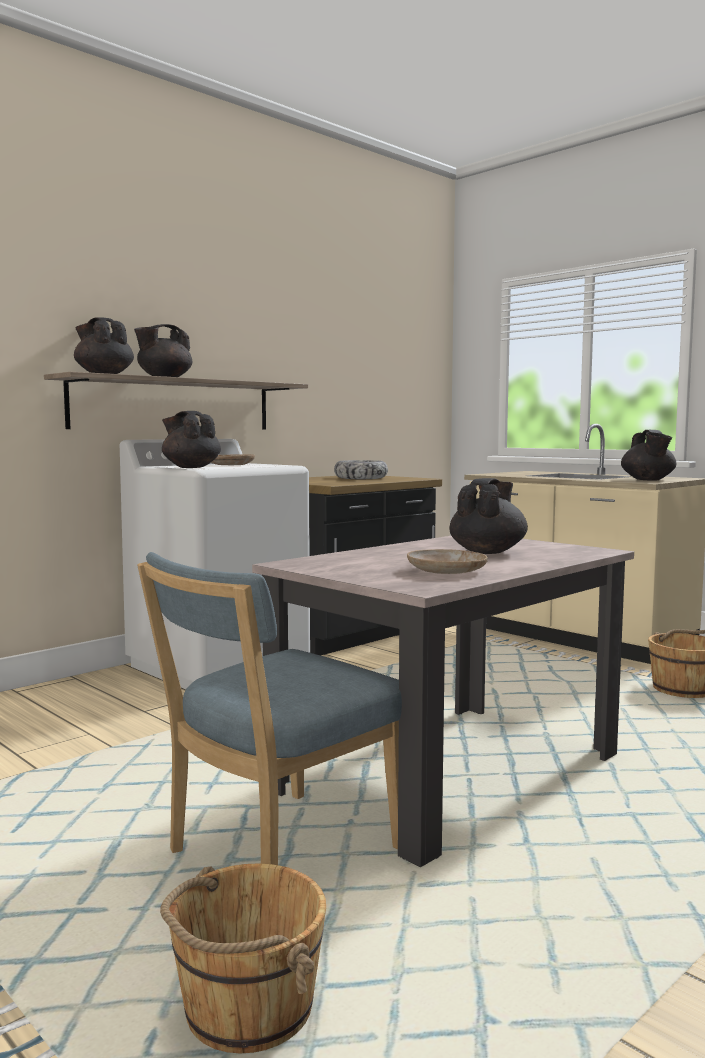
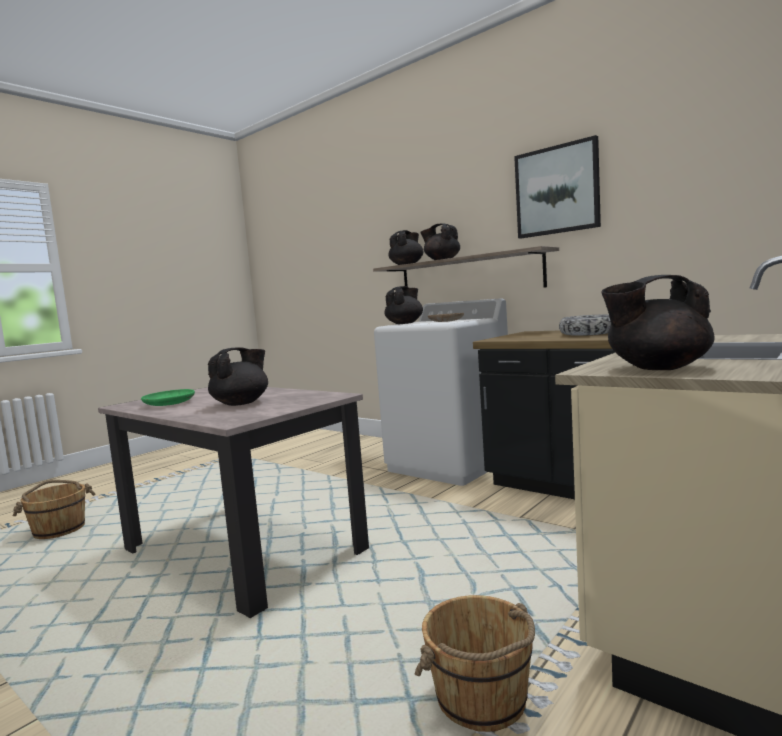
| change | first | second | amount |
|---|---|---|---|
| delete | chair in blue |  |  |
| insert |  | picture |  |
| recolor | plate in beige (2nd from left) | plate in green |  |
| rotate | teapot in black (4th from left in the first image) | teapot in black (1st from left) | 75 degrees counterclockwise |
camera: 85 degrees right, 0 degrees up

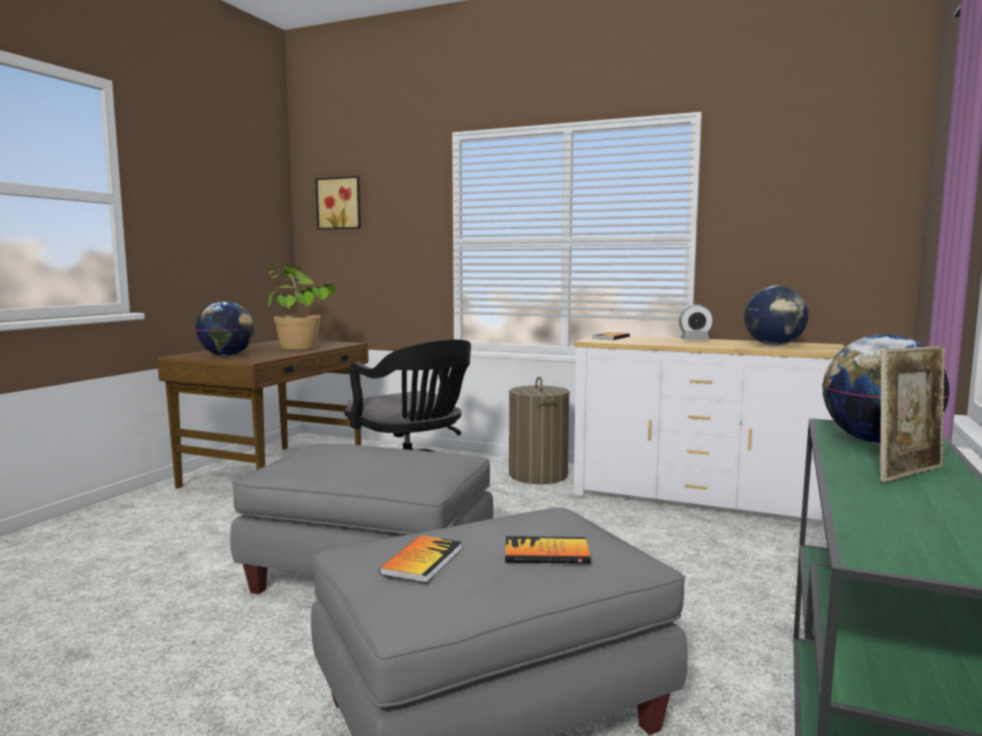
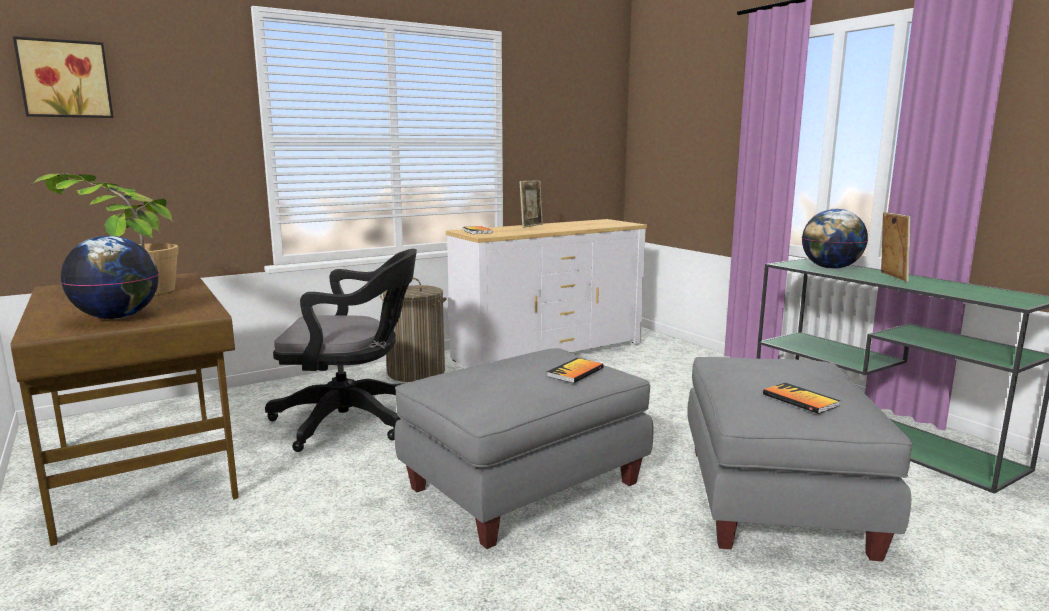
| change | first | second | amount |
|---|---|---|---|
| delete | globe (2nd from left) |  |  |
| move | book (2nd from left) |  |  |
| replace | alarm clock | picture frame (1st from left) |  |
camera: 55 degrees left, 5 degrees up

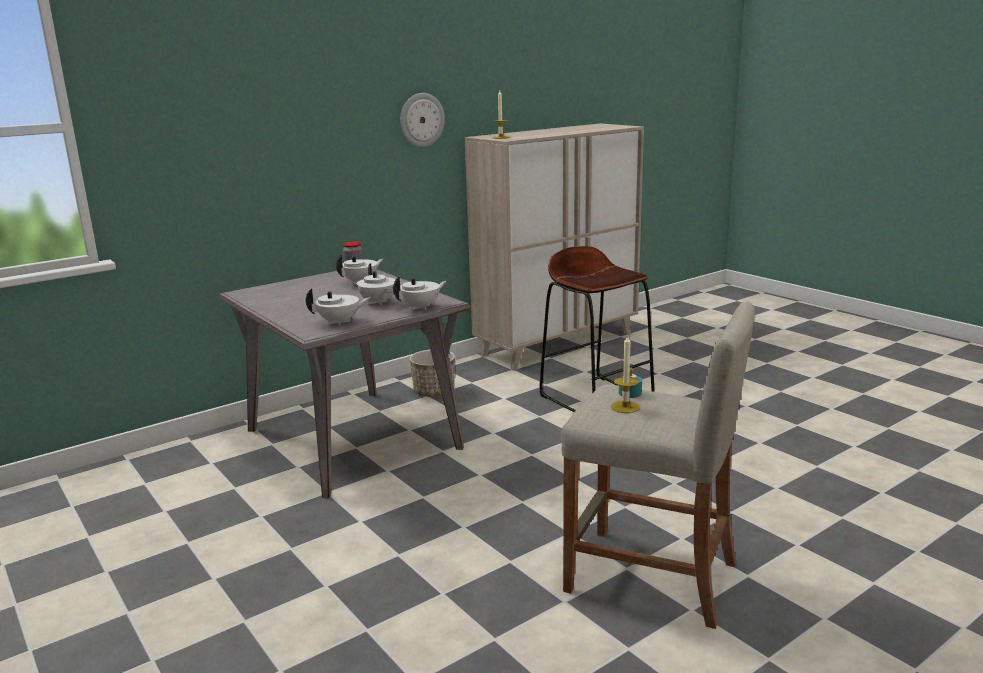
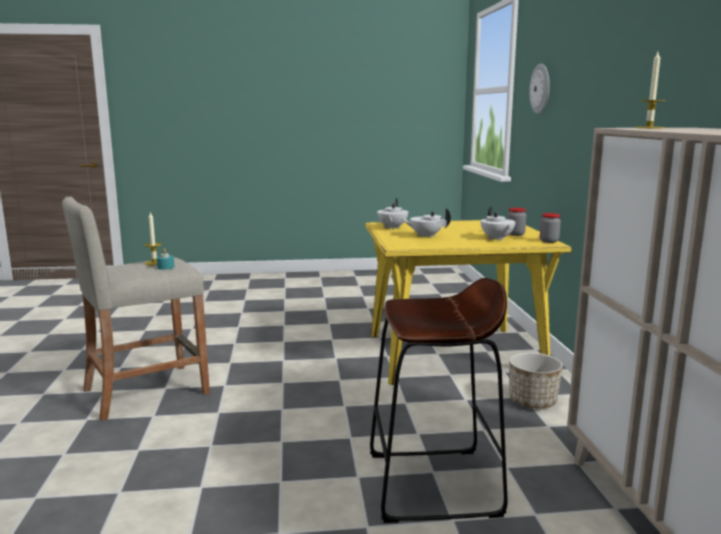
| change | first | second | amount |
|---|---|---|---|
| delete | teapot in white (4th from left) |  |  |
| insert |  | jar (1st from left) |  |
| move | wall clock |  |  |
| recolor | dining table in grey | dining table in yellow |  |
camera: 120 degrees right, 5 degrees down

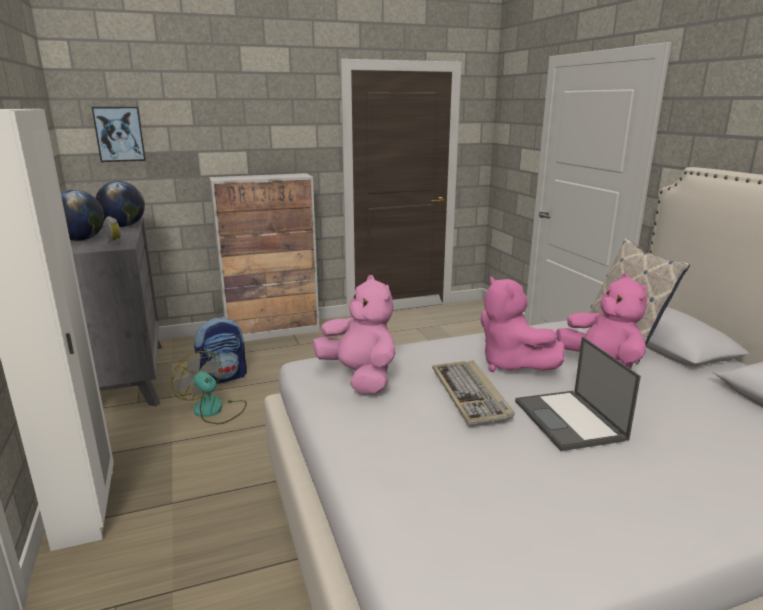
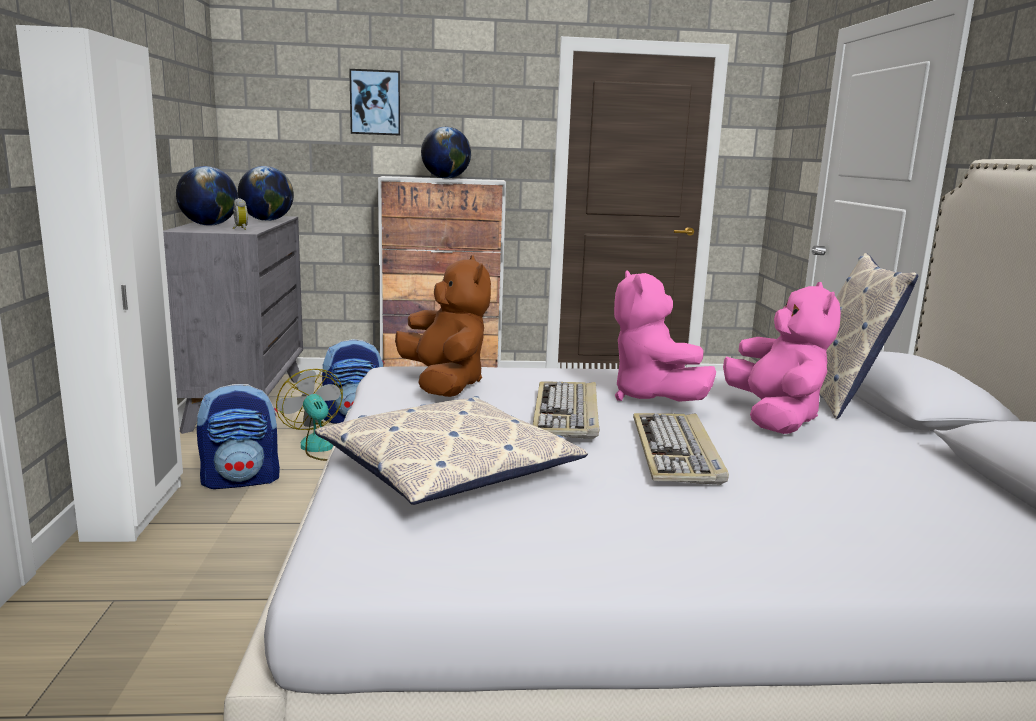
| change | first | second | amount |
|---|---|---|---|
| insert |  | backpack (1st from left) |  |
| insert |  | pillow (1st from left) |  |
| insert |  | globe (3rd from left) |  |
| move | picture |  |  |
| replace | laptop | keyboard (2nd from left) |  |
| recolor | plush toy in pink (1st from left) | plush toy in brown |  |
camera: 15 degrees right, 5 degrees down

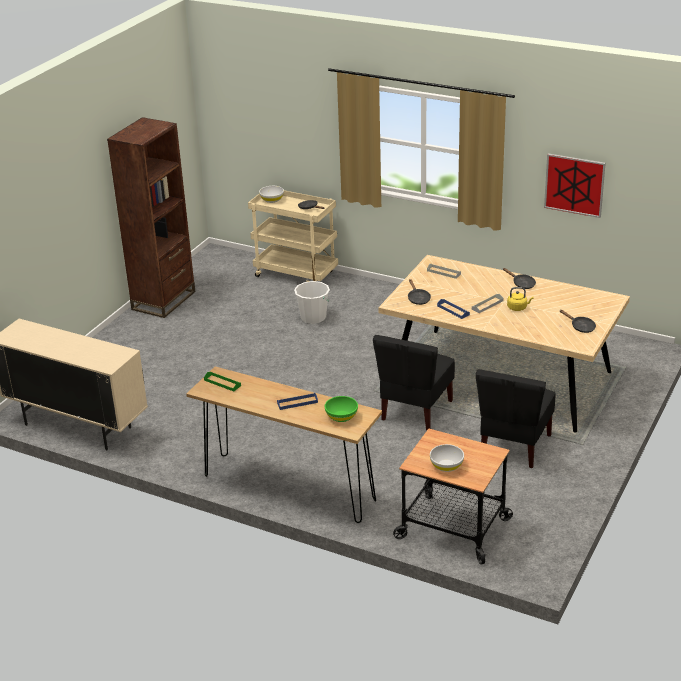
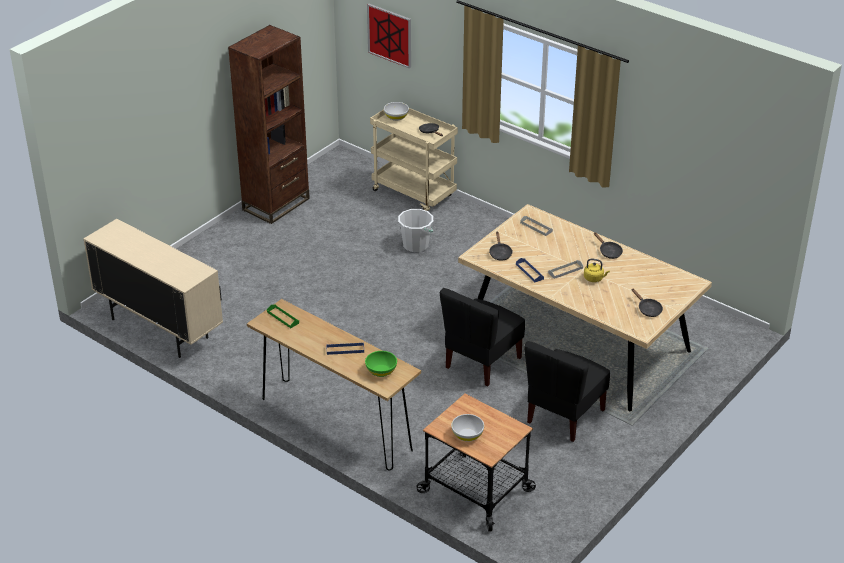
| change | first | second | amount |
|---|---|---|---|
| move | picture |  |  |
camera: 10 degrees right, 5 degrees up

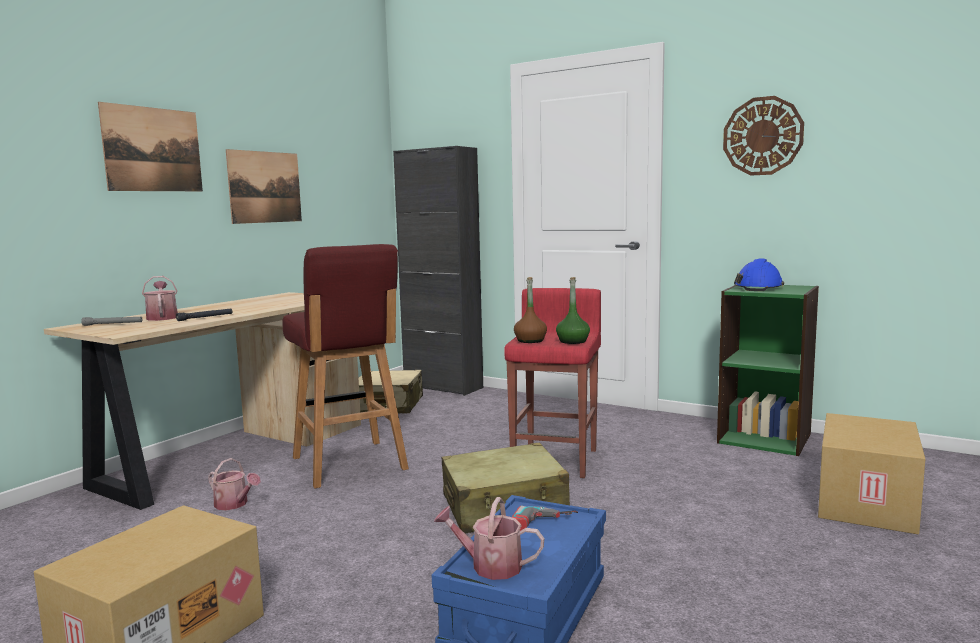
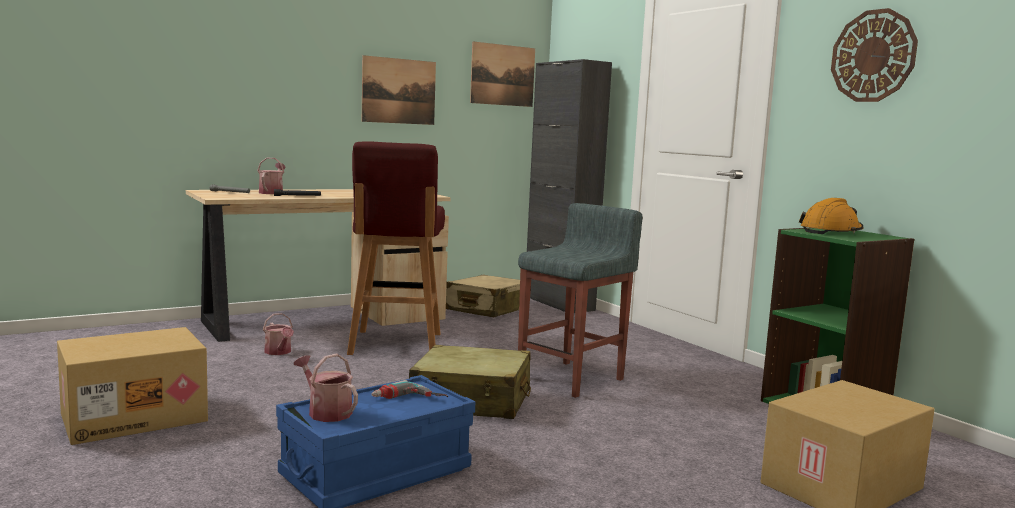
| change | first | second | amount |
|---|---|---|---|
| delete | bottle in brown |  |  |
| delete | bottle in green |  |  |
| move | picture (1st from left in the first image) | picture (2nd from left) |  |
| recolor | stool in red (2nd from left) | stool in grey |  |
| recolor | hard hat in blue | hard hat in orange |  |
camera: 25 degrees right, 0 degrees up

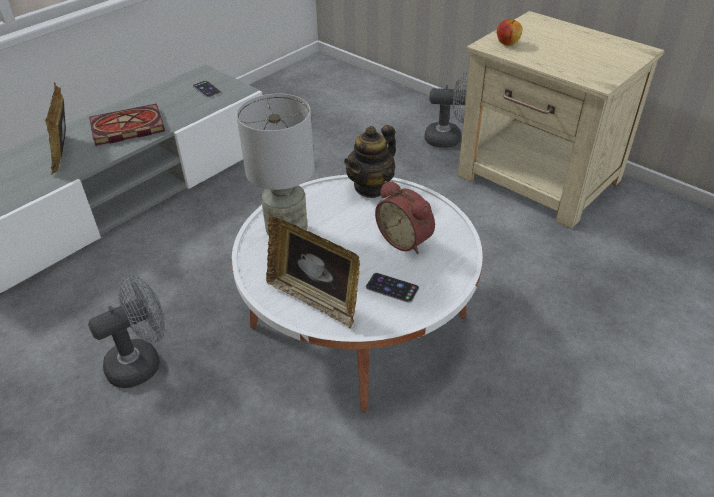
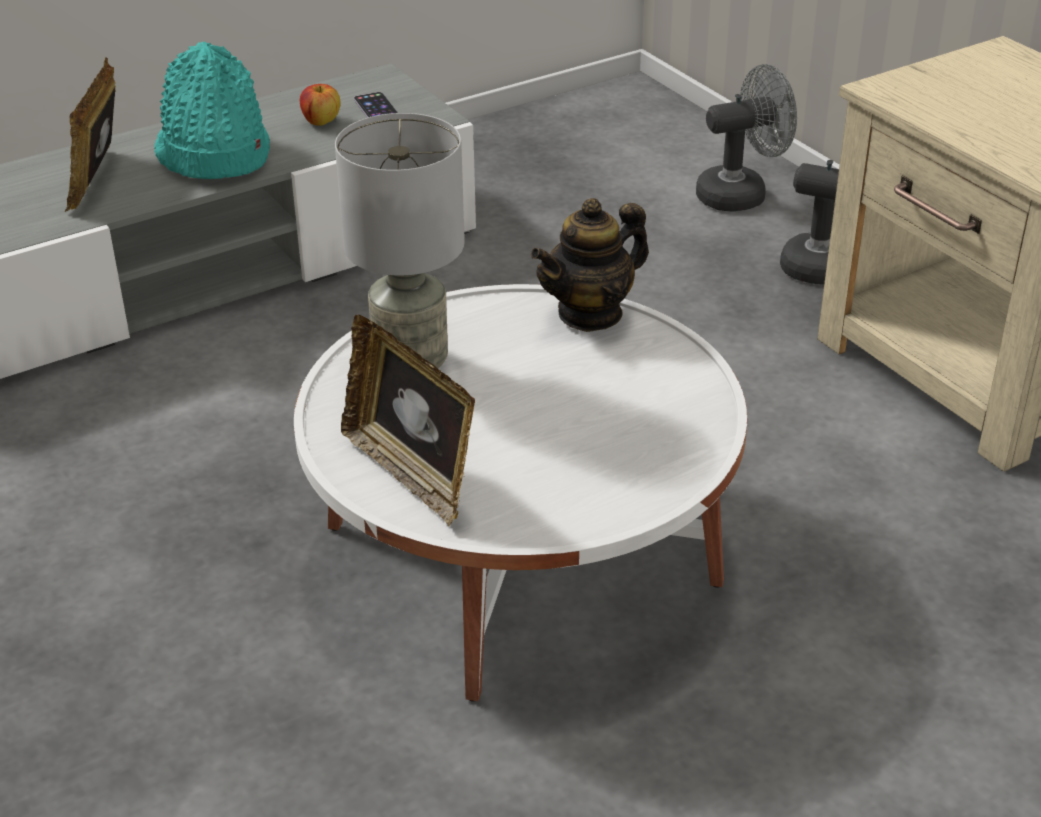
| change | first | second | amount |
|---|---|---|---|
| delete | phone (2nd from left) |  |  |
| delete | alarm clock |  |  |
| move | fan in grey (1st from left) |  |  |
| move | apple |  |  |
| replace | book | hat in turquoise |  |
camera: 15 degrees right, 5 degrees down

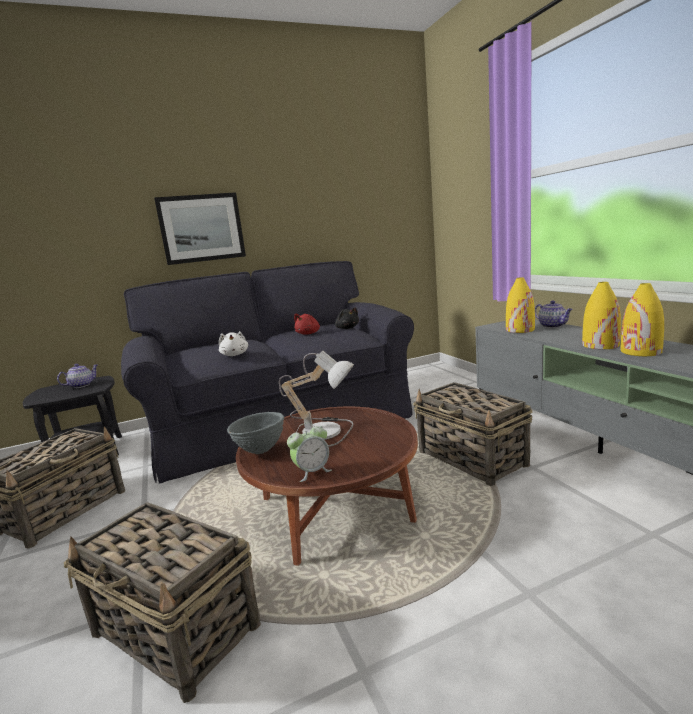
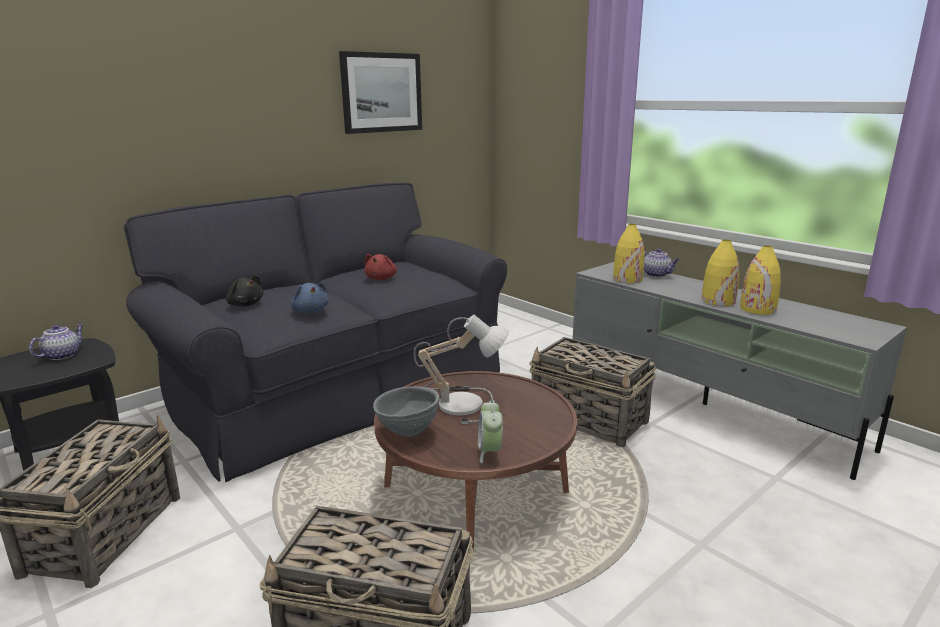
| change | first | second | amount |
|---|---|---|---|
| move | picture |  |  |
| move | plush toy in black |  |  |
| recolor | plush toy in white | plush toy in blue |  |
| rotate | alarm clock |  | 135 degrees clockwise |
camera: 20 degrees left, 5 degrees up

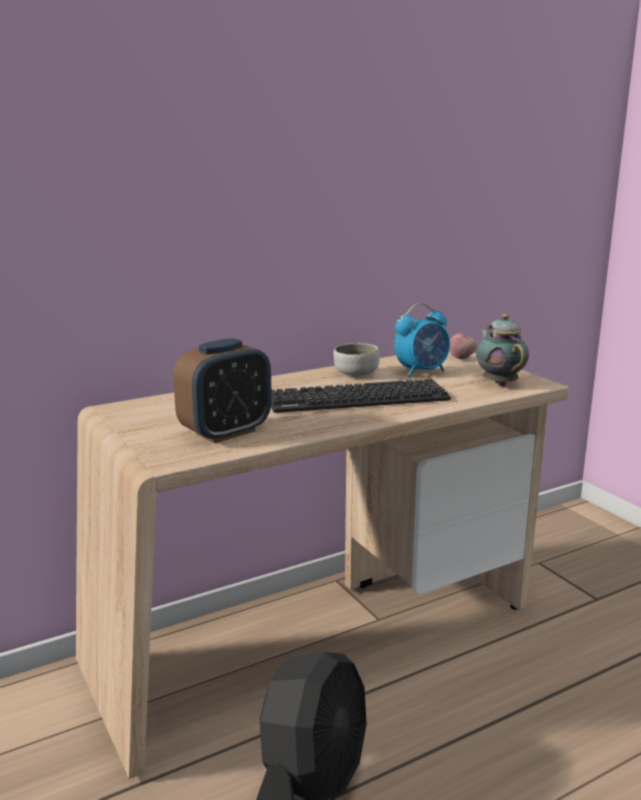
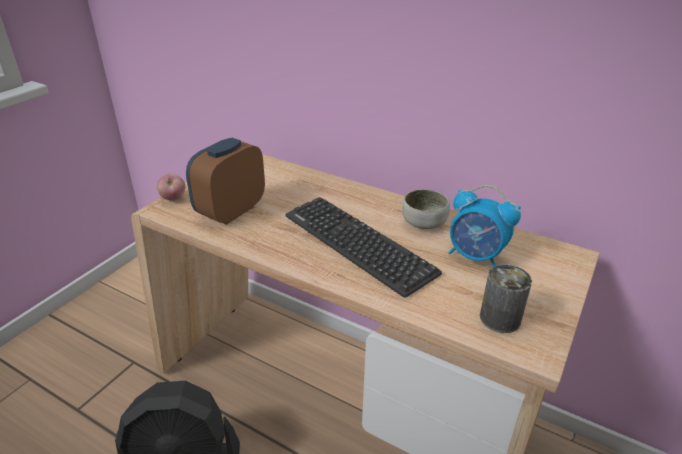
| change | first | second | amount |
|---|---|---|---|
| move | apple |  |  |
| replace | teapot | can |  |
| rotate | alarm clock (1st from left) |  | 105 degrees clockwise |
camera: 60 degrees right, 15 degrees up

